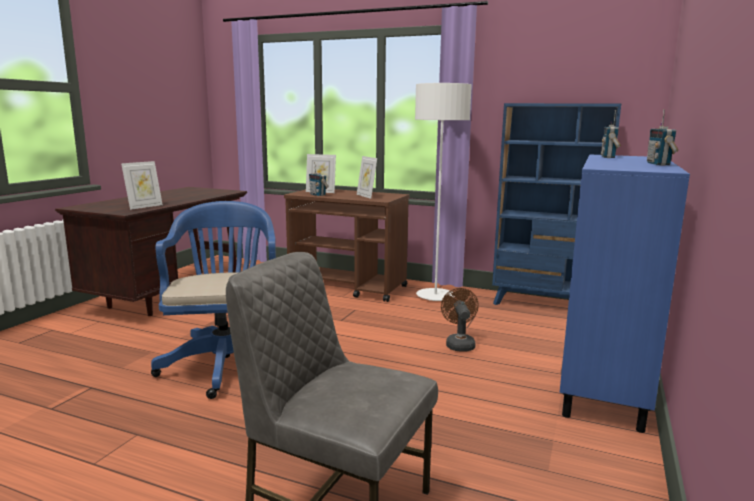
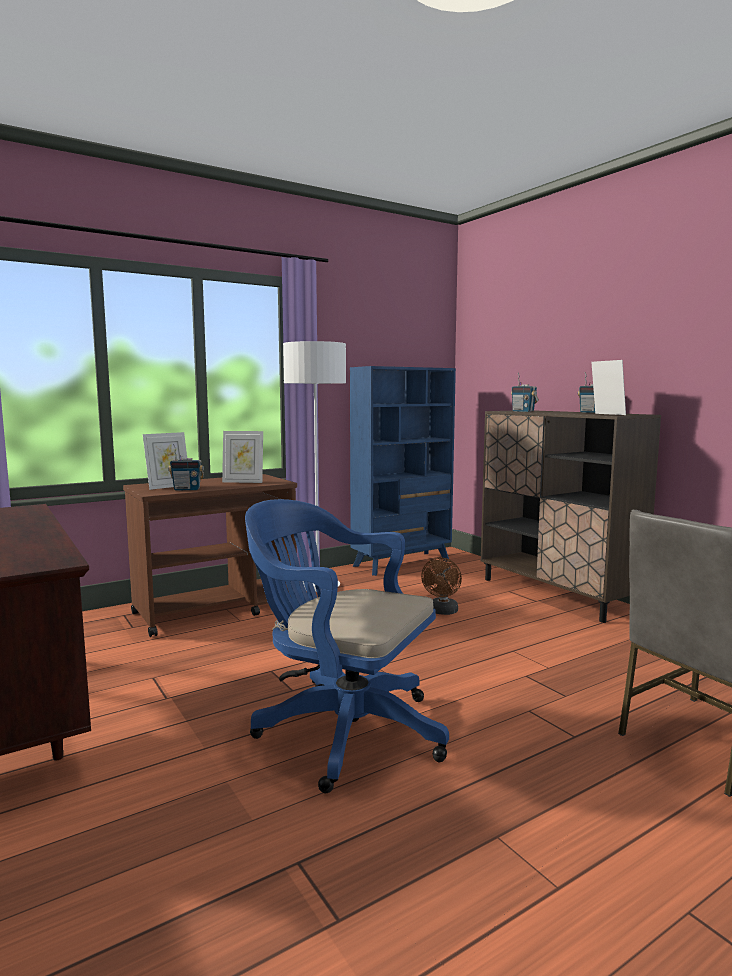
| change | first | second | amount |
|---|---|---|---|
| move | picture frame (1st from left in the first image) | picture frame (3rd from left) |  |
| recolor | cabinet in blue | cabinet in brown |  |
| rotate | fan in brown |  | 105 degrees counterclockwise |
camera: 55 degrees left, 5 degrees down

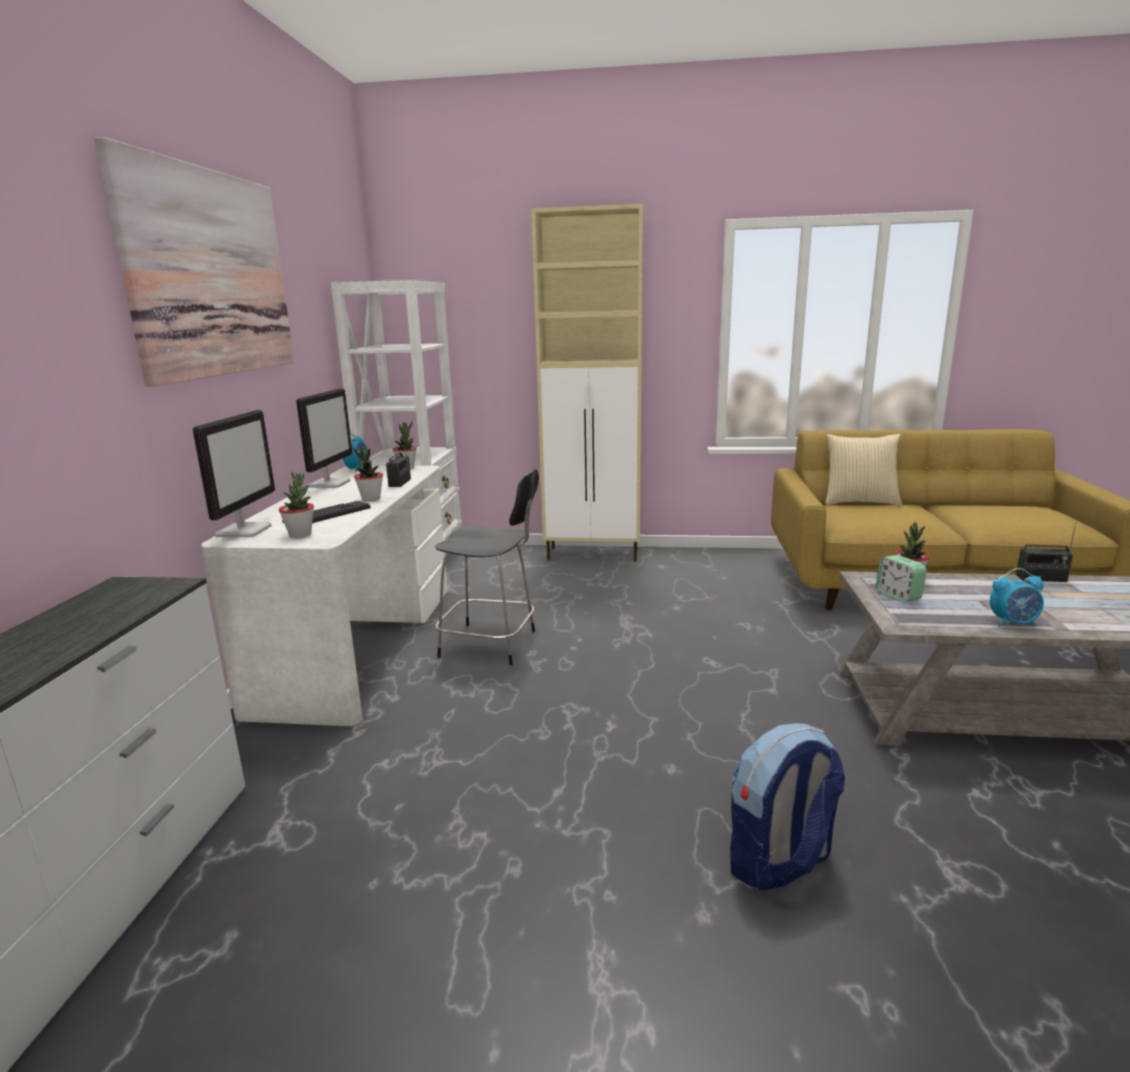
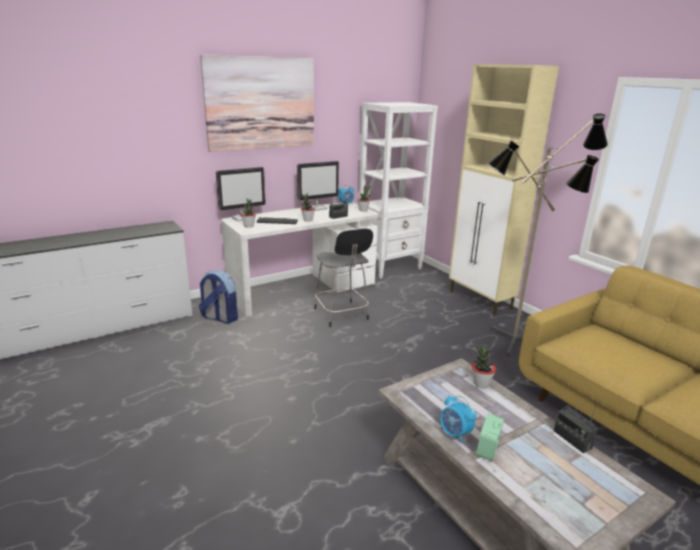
| change | first | second | amount |
|---|---|---|---|
| delete | pillow |  |  |
| insert |  | floor lamp |  |
| move | backpack |  |  |
| move | alarm clock (2nd from left in the first image) | alarm clock (3rd from left) |  |
camera: 50 degrees right, 5 degrees up

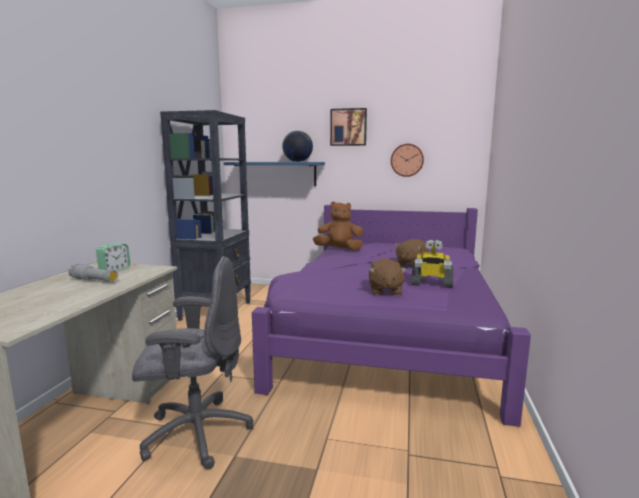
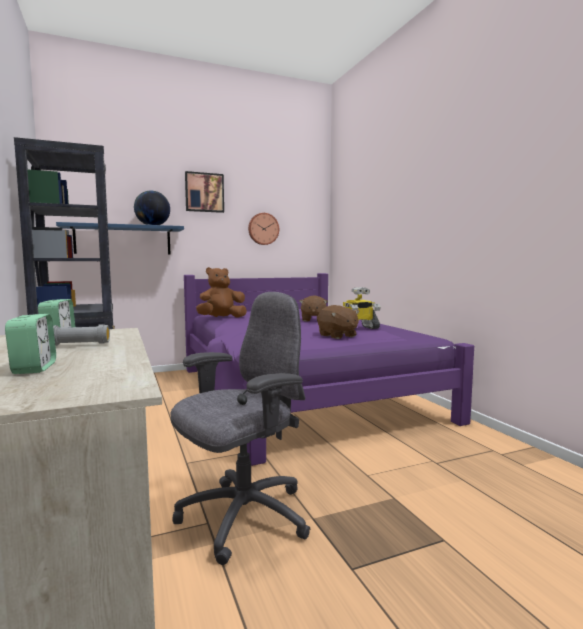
| change | first | second | amount |
|---|---|---|---|
| insert |  | alarm clock (1st from left) |  |
camera: 35 degrees left, 5 degrees down

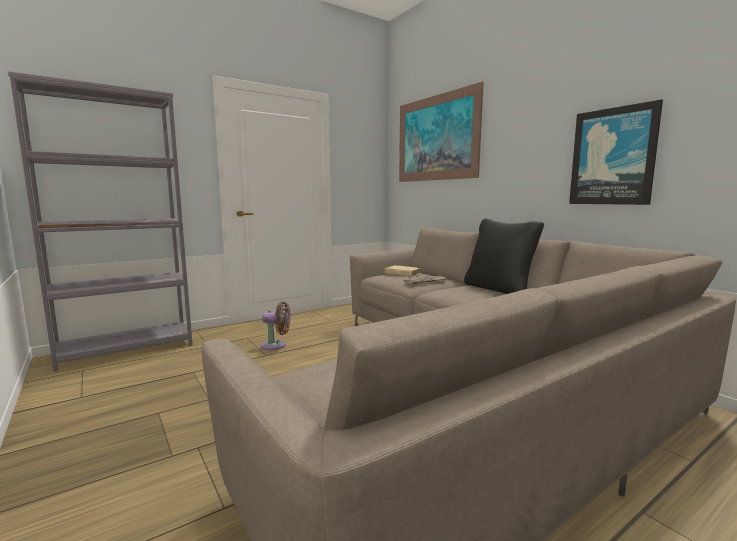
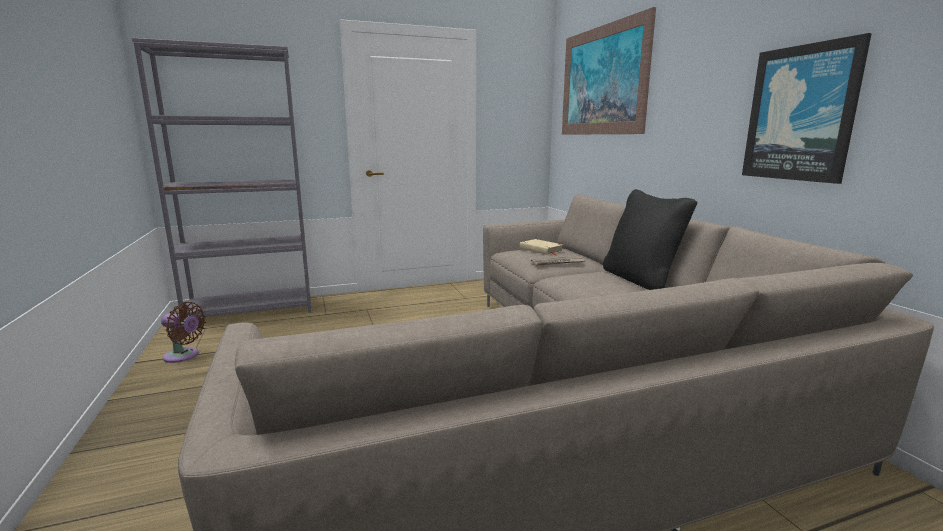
| change | first | second | amount |
|---|---|---|---|
| move | fan in brown |  |  |
camera: 15 degrees right, 5 degrees up

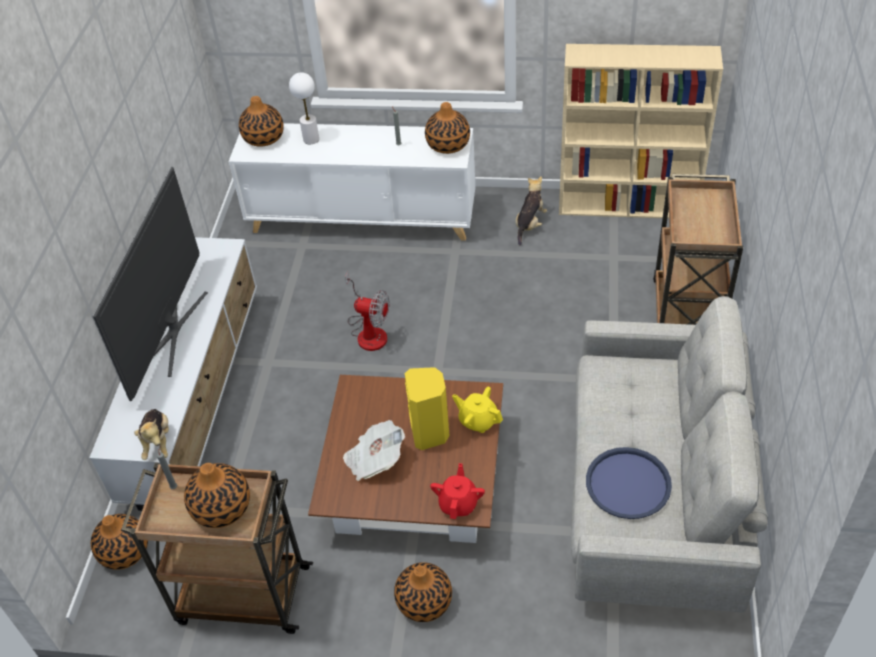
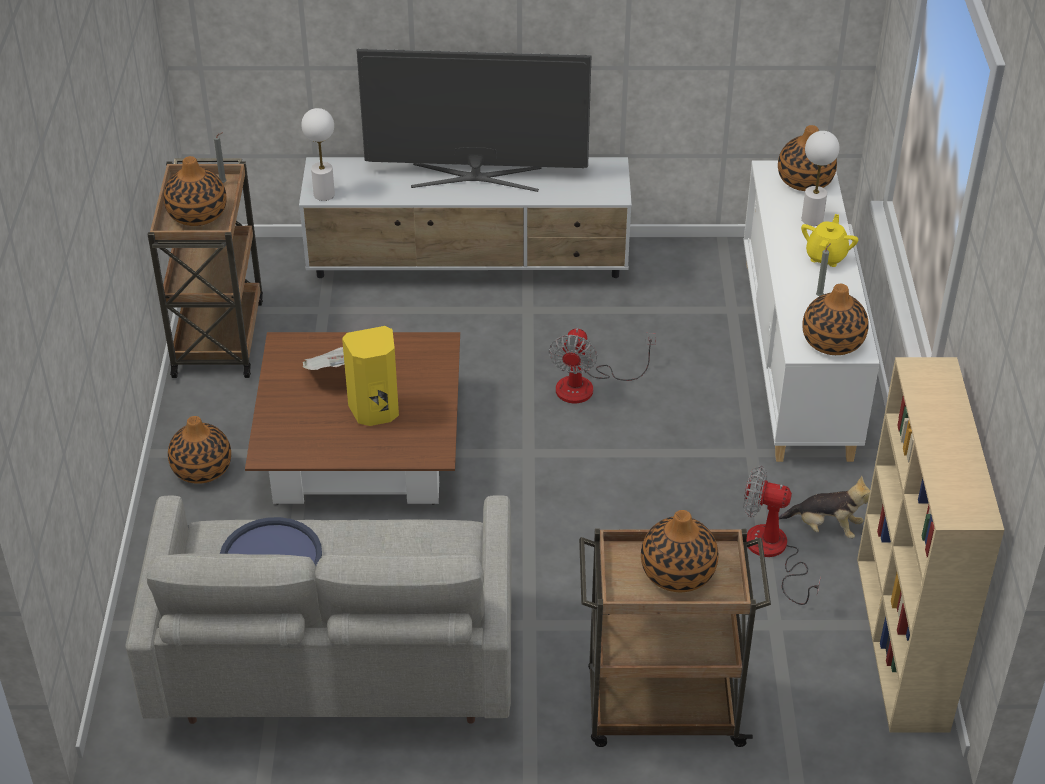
| change | first | second | amount |
|---|---|---|---|
| delete | teapot in red |  |  |
| insert |  | fan (2nd from left) |  |
| move | vase (1st from left in the first image) | vase (3rd from left) |  |
| move | teapot in yellow |  |  |
| replace | plush toy (1st from left) | table lamp in white (1st from left) |  |
camera: 80 degrees right, 5 degrees down

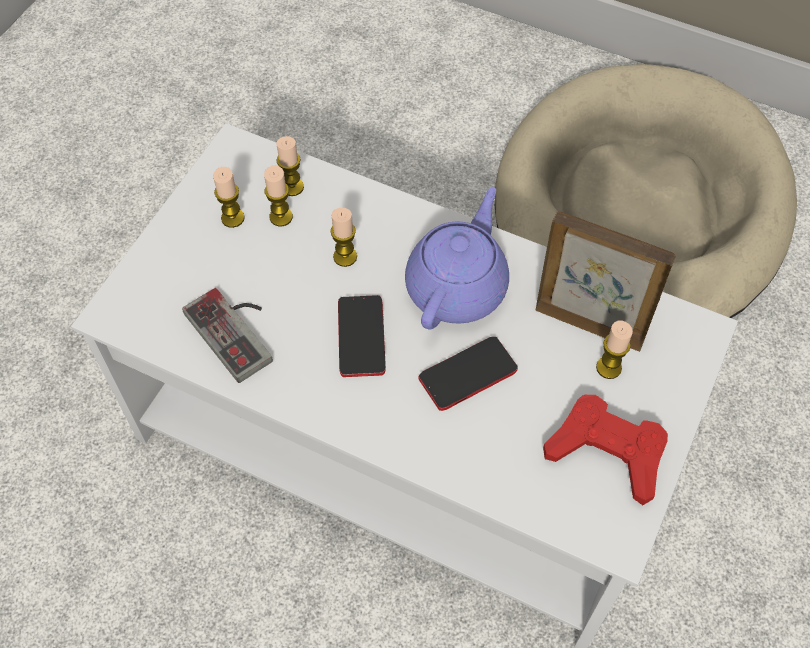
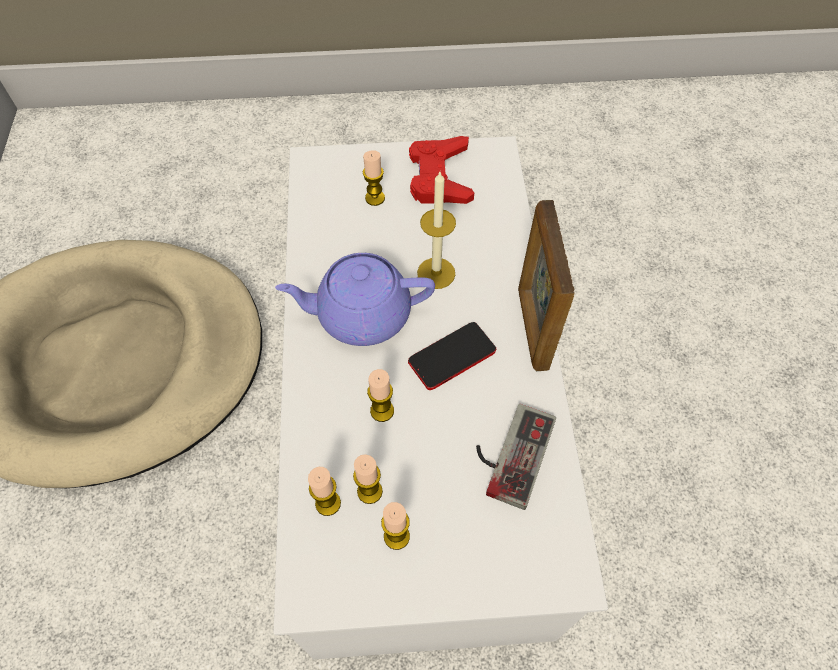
| change | first | second | amount |
|---|---|---|---|
| move | picture frame |  |  |
| replace | phone (2nd from left) | candle (6th from left) |  |
camera: 120 degrees left, 0 degrees up

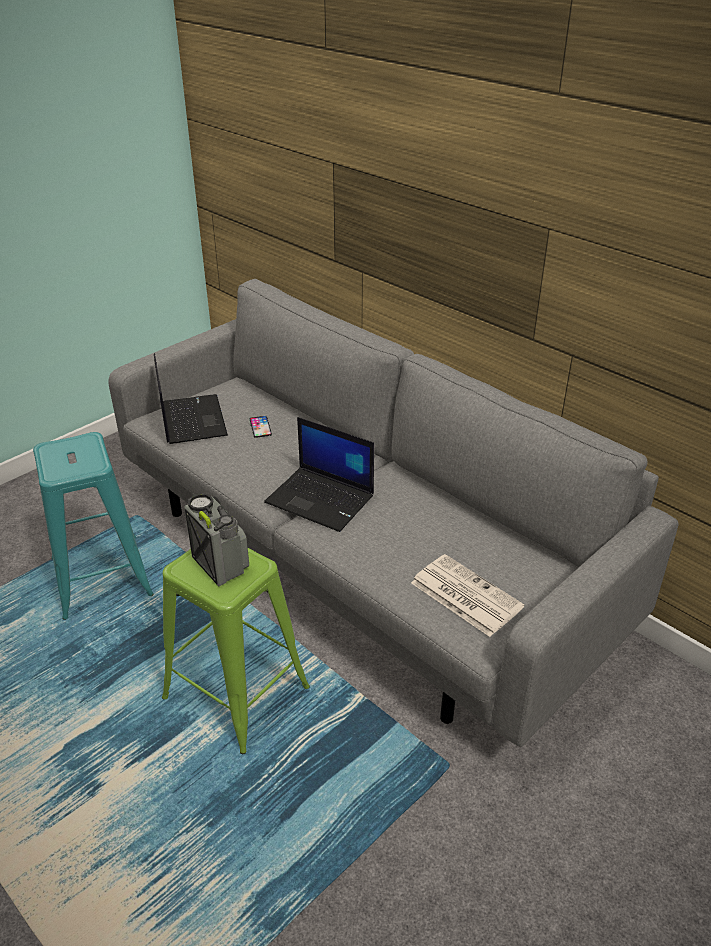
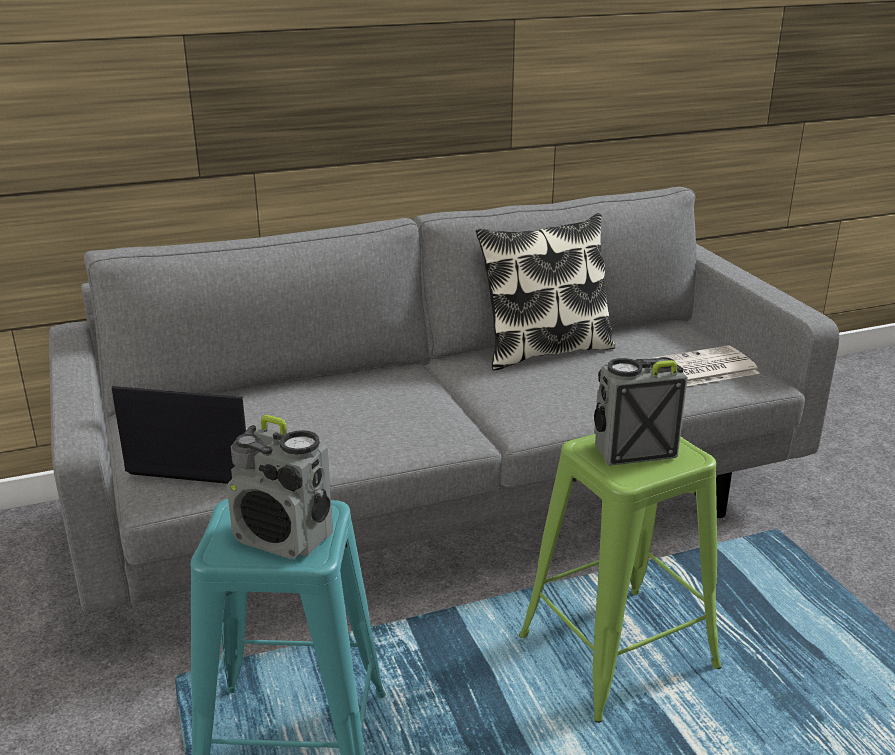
| change | first | second | amount |
|---|---|---|---|
| delete | phone |  |  |
| delete | laptop (2nd from left) |  |  |
| insert |  | radio (1st from left) |  |
| insert |  | pillow |  |
camera: 65 degrees left, 10 degrees down

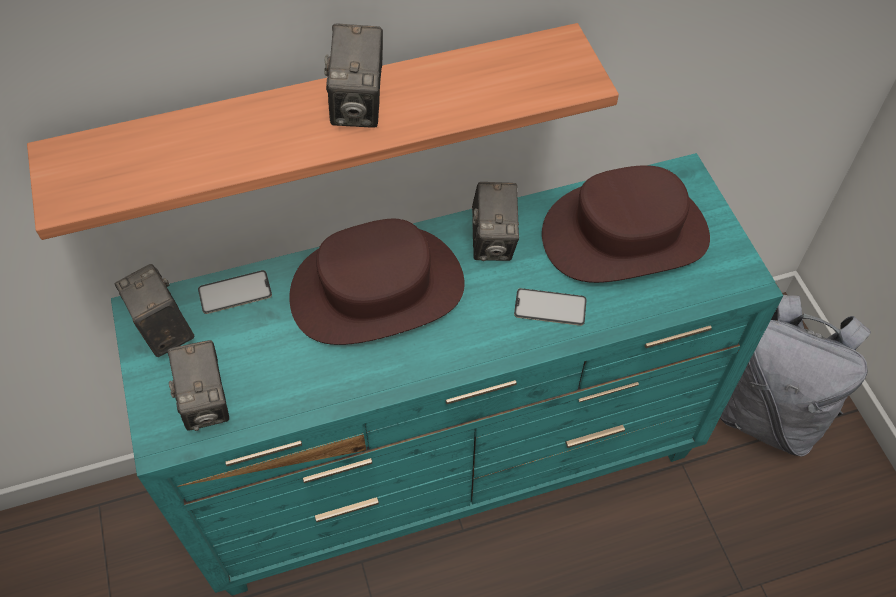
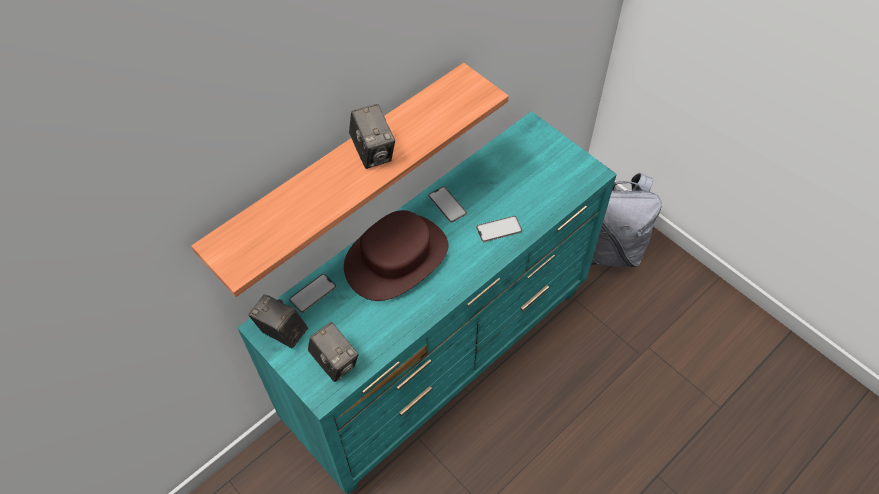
| change | first | second | amount |
|---|---|---|---|
| delete | hat in brown (2nd from left) |  |  |
| replace | photo camera (4th from left) | phone (2nd from left) |  |
camera: 25 degrees left, 0 degrees up

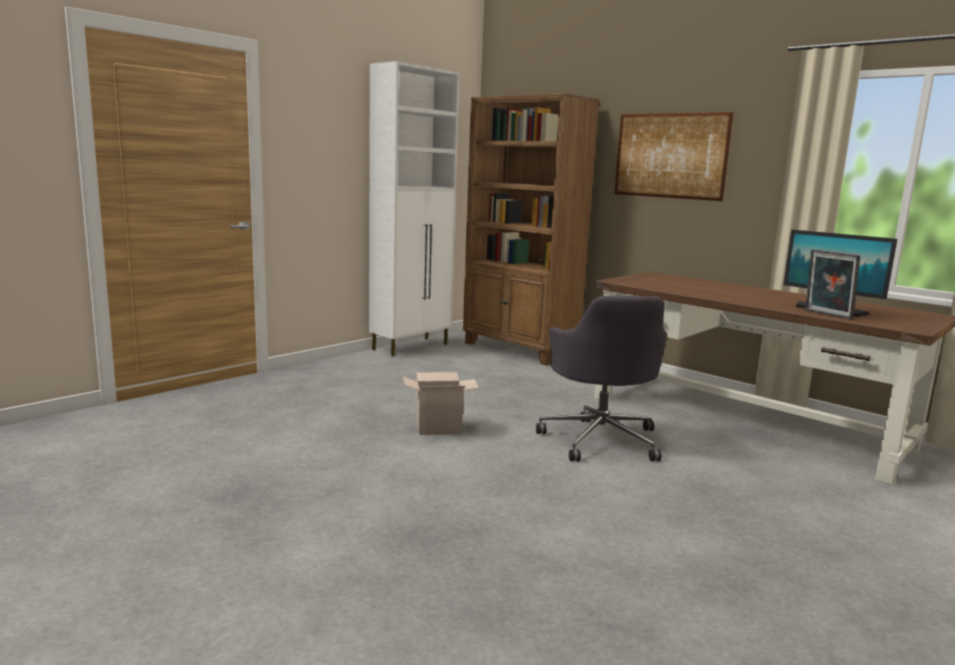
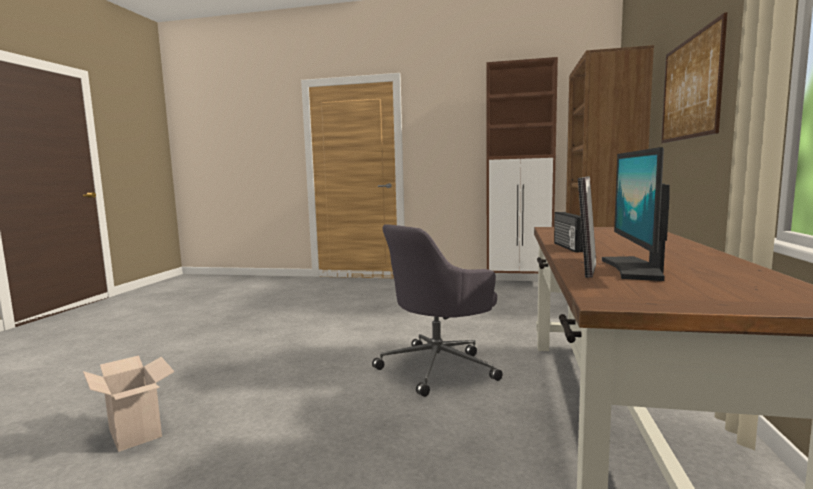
| change | first | second | amount |
|---|---|---|---|
| insert |  | radio |  |
| move | cardboard box |  |  |
| recolor | cabinet in white | cabinet in brown |  |
camera: 60 degrees right, 5 degrees down

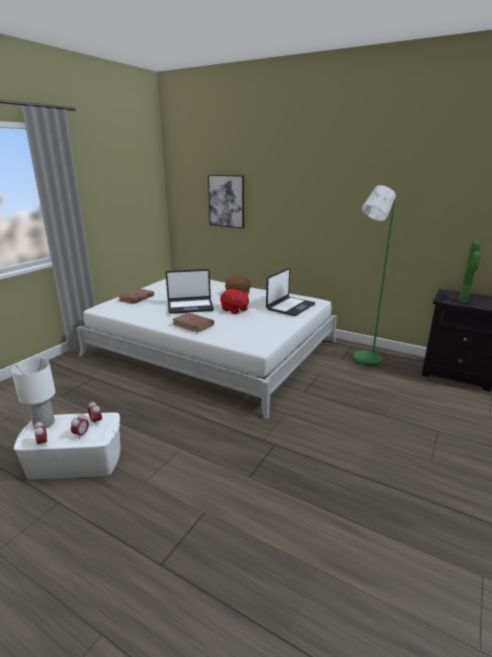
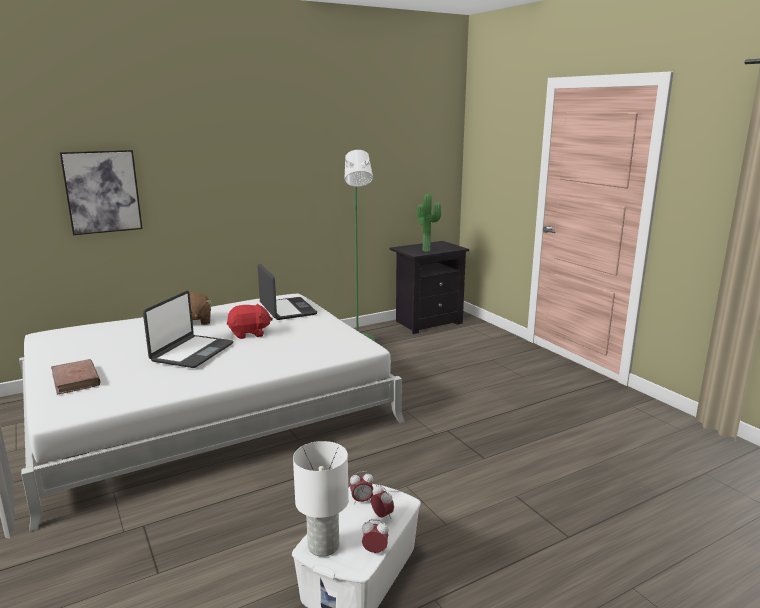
| change | first | second | amount |
|---|---|---|---|
| delete | book in brown (2nd from left) |  |  |
camera: 60 degrees left, 5 degrees down

